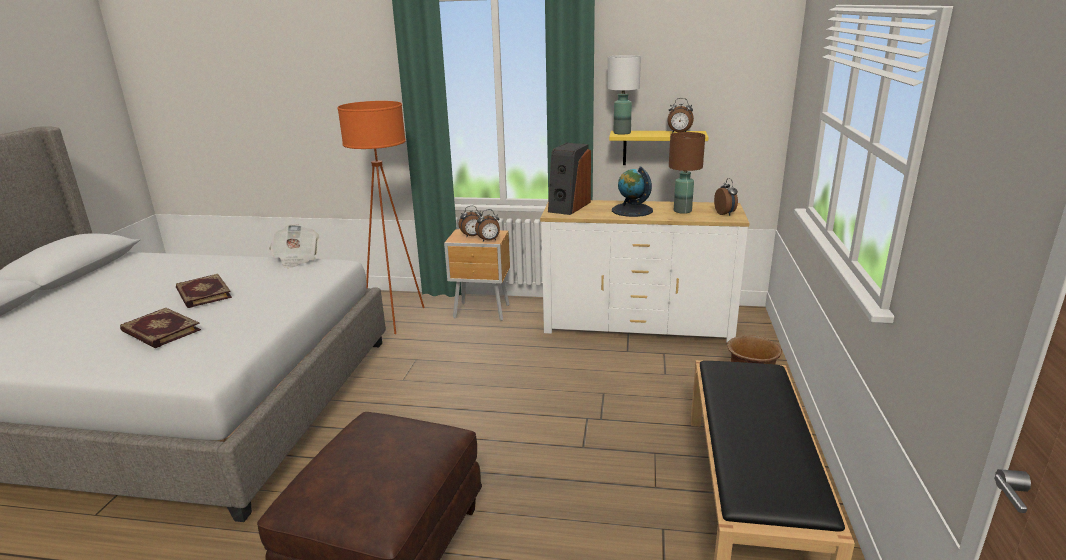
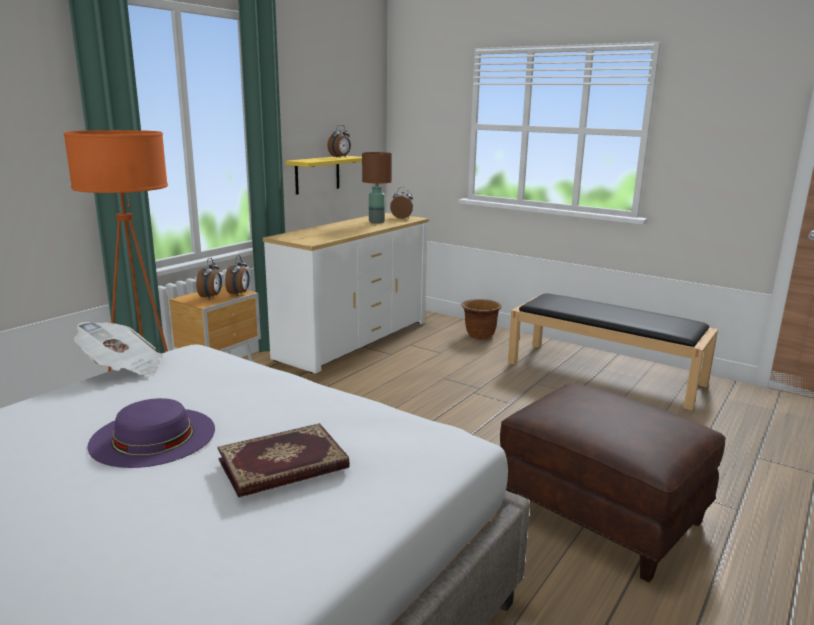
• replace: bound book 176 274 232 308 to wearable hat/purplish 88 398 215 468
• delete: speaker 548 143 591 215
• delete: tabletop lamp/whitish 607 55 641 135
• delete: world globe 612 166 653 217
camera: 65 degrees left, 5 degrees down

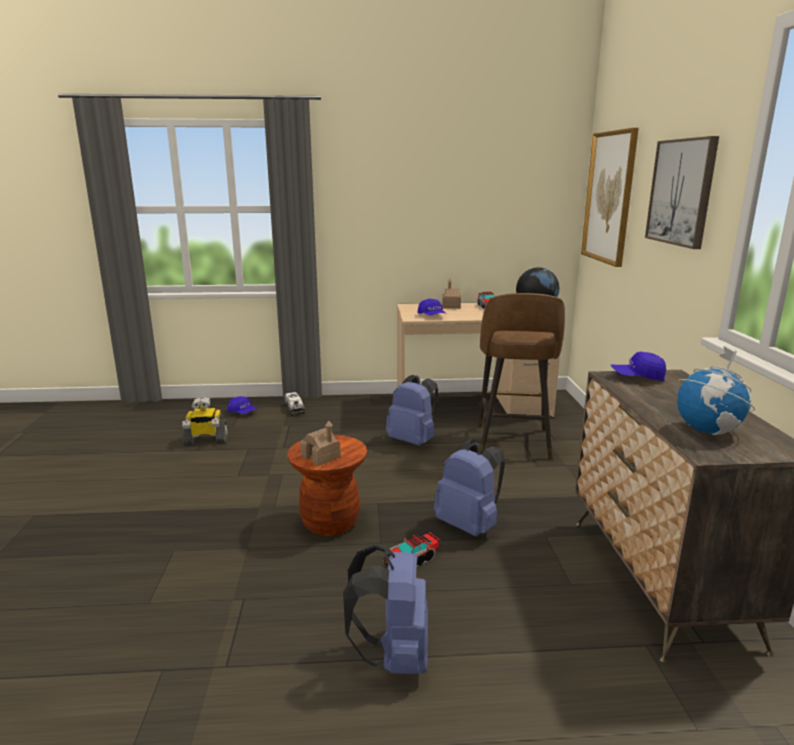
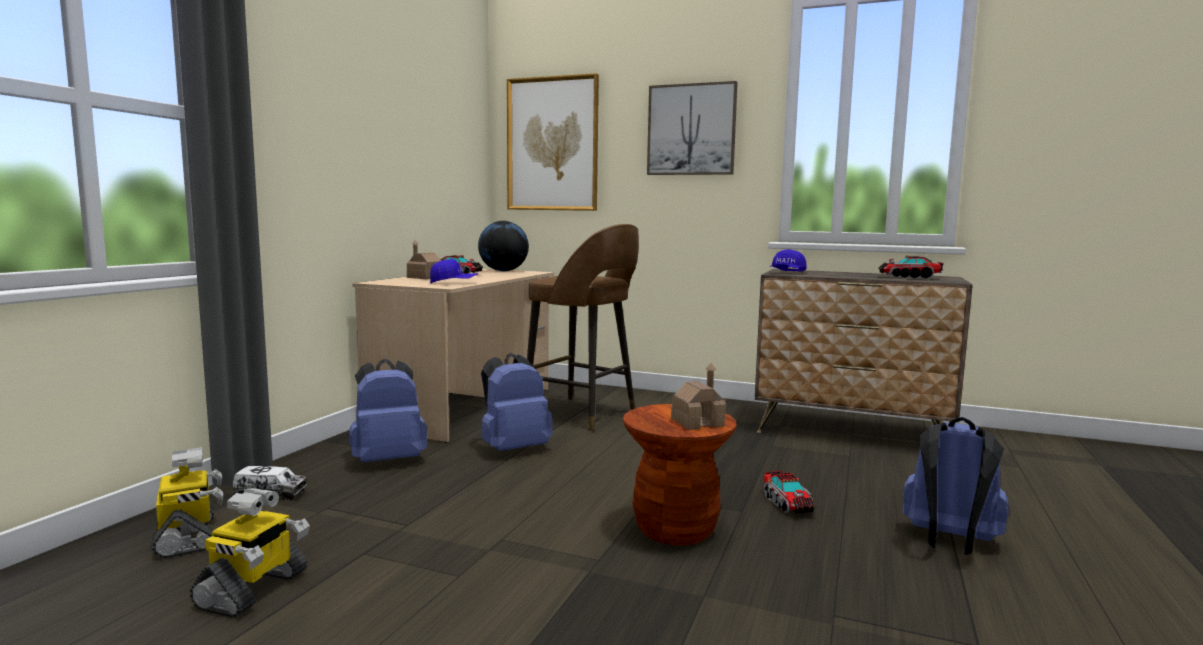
• replace: cap/bluish 228 396 257 414 to robot figure 152 447 223 558
• move: backpack/bluish 434 439 505 536 to 349 359 427 462
• replace: world globe 677 346 755 435 to toy truck 878 256 944 280
camera: 65 degrees left, 10 degrees down

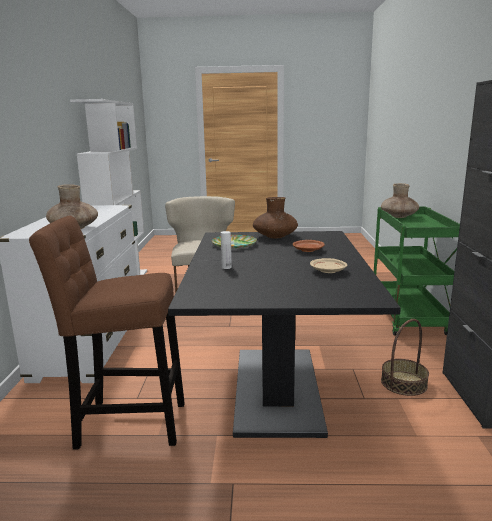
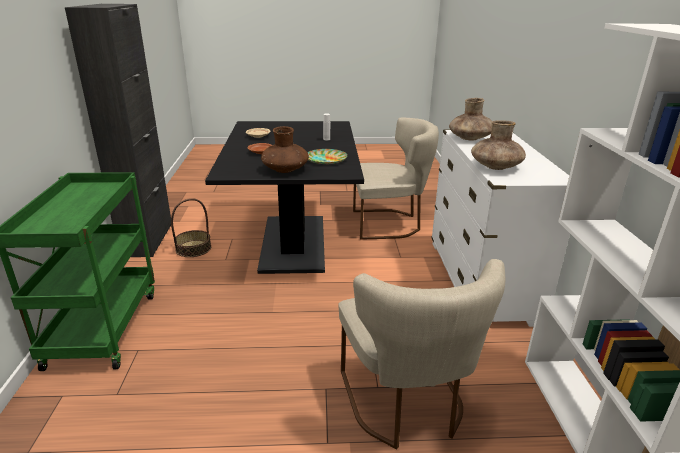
• replace: sitting stool/brown-coloured 29 215 185 450 to upright chair/beige 353 117 439 240
• move: vase/brown-coloured 381 183 419 218 to 471 120 526 170
camera: 175 degrees right, 10 degrees up

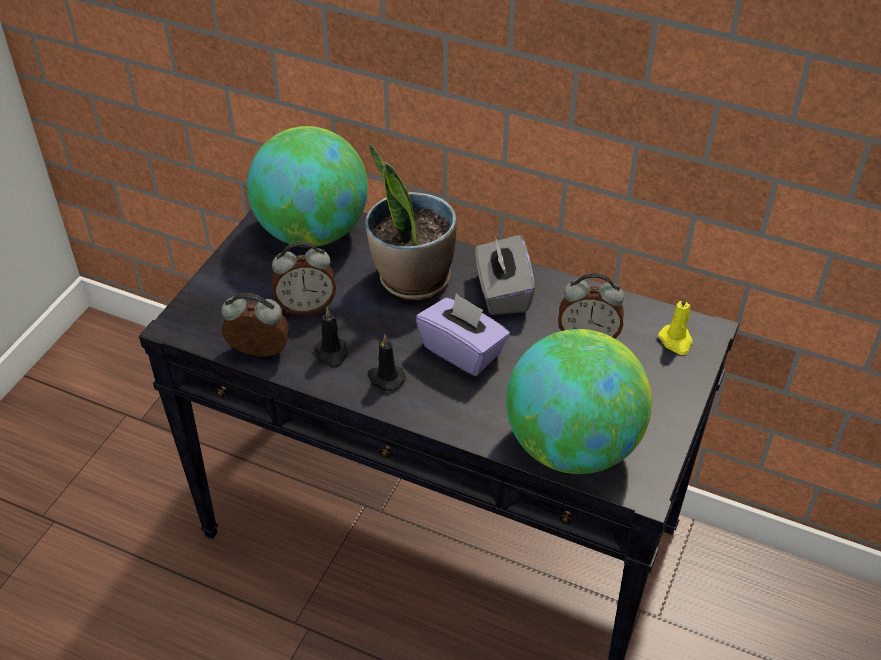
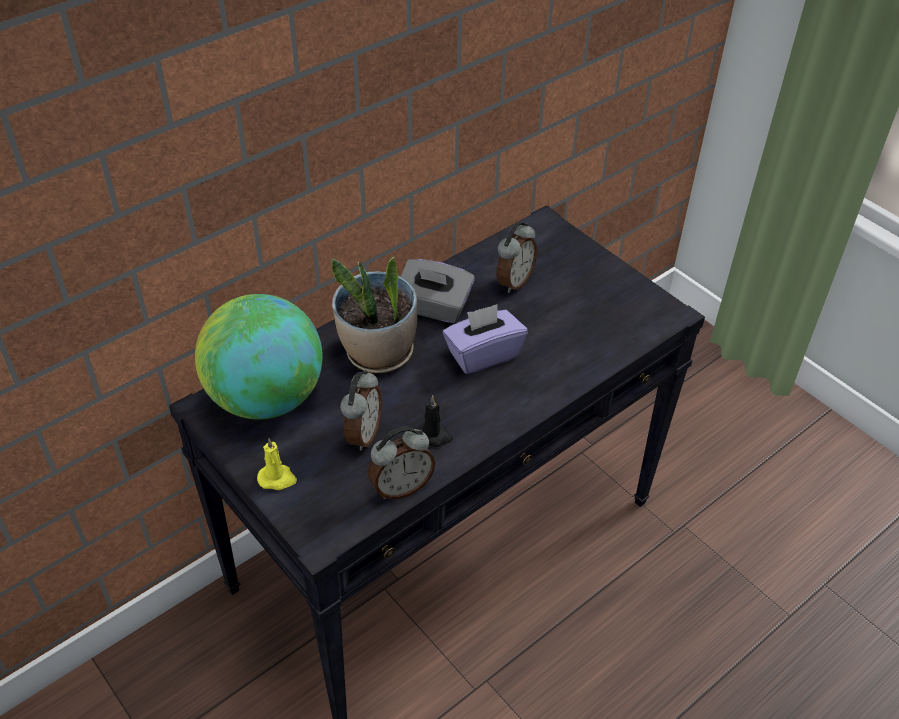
• rotate: bedside clock 221 293 290 356 = 368 427 435 499 150 degrees counterclockwise
• delete: wax candle/blackish 368 334 406 391
• delete: world globe 506 329 652 474
• move: wax candle/yellowish 658 295 693 355 to 257 438 297 490
camera: 65 degrees left, 0 degrees up

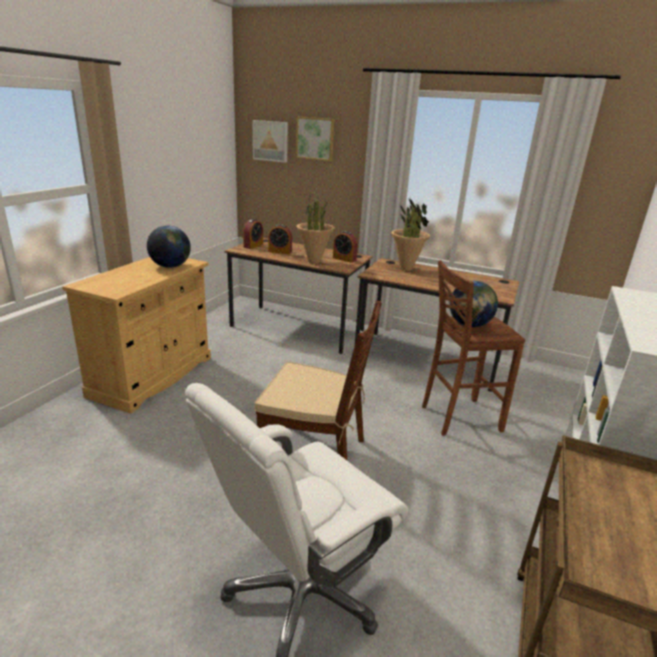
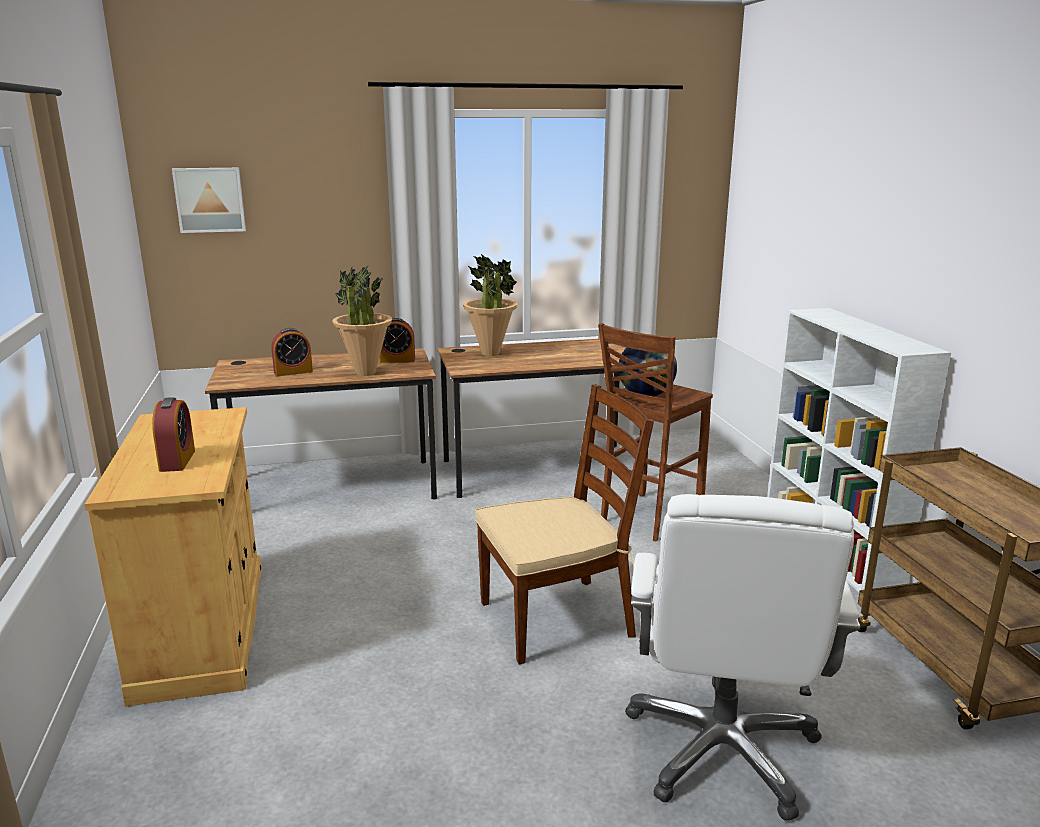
• delete: world globe 147 226 191 268
• move: bedside clock 243 219 263 249 to 152 397 195 472
• delete: picture 296 117 334 161
camera: 35 degrees left, 5 degrees down

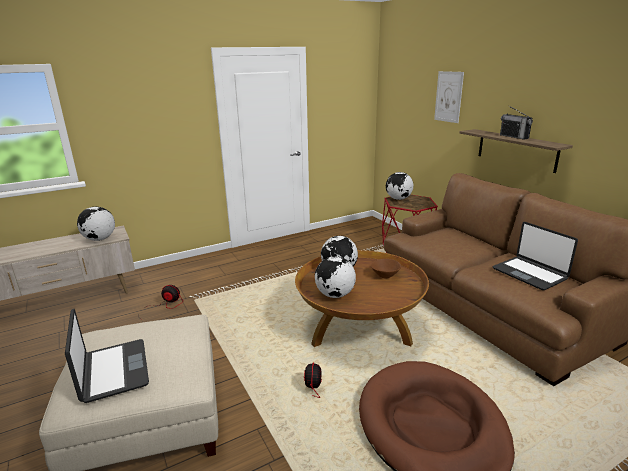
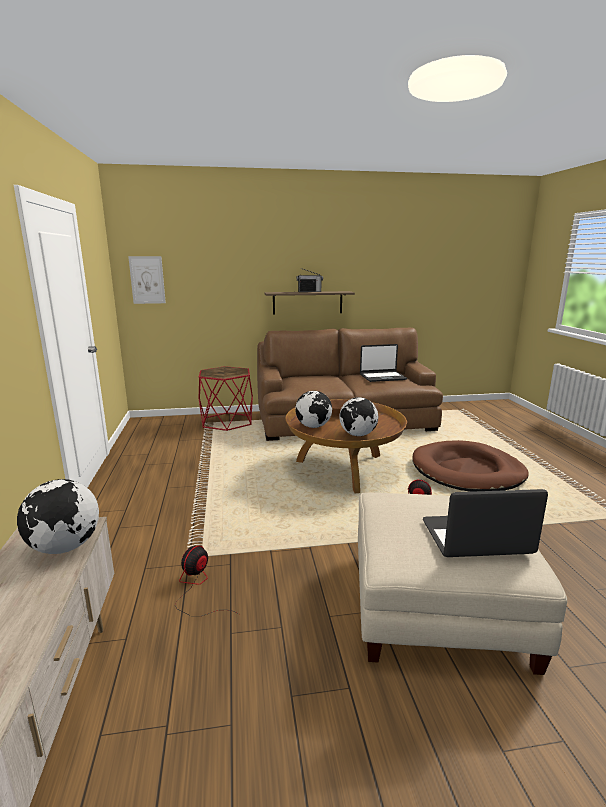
• delete: world globe 386 172 413 200
• move: picture 434 71 464 123 to 128 256 166 304
camera: 70 degrees left, 5 degrees down

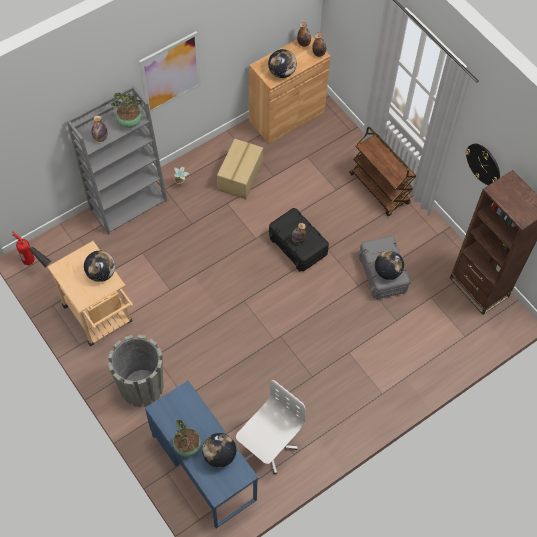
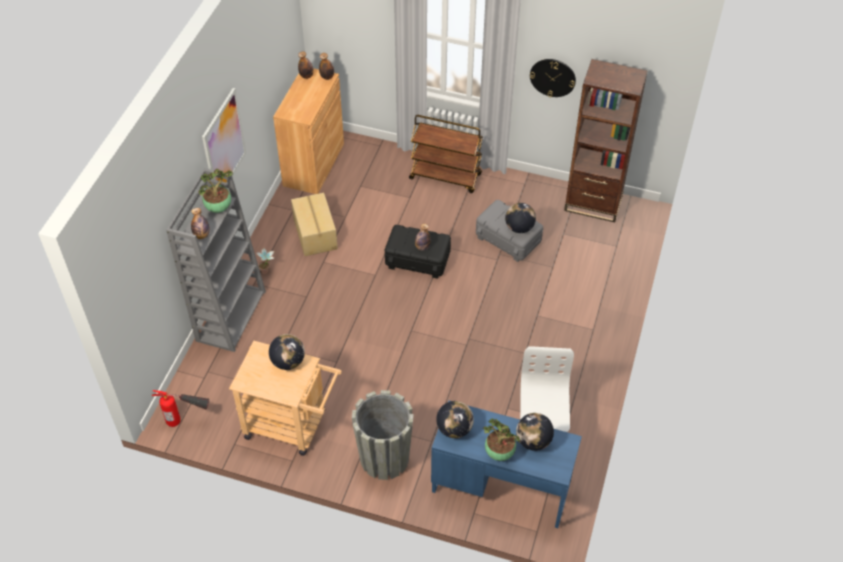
• move: world globe 268 49 297 78 to 436 401 474 438
camera: 35 degrees left, 10 degrees down

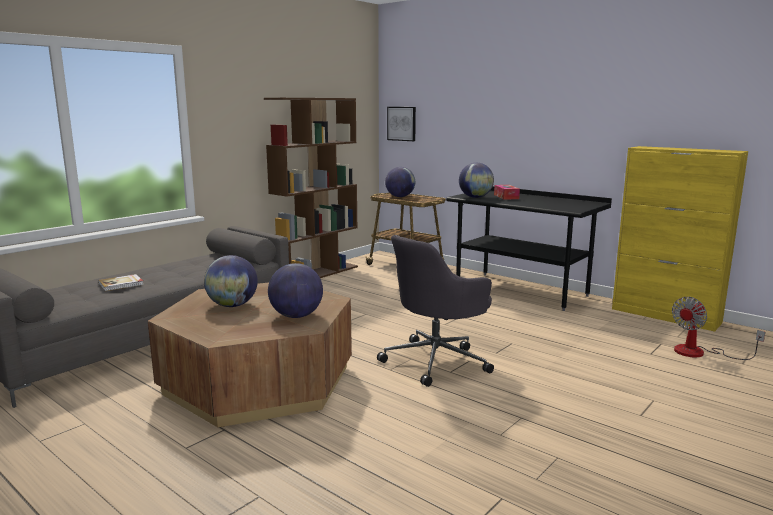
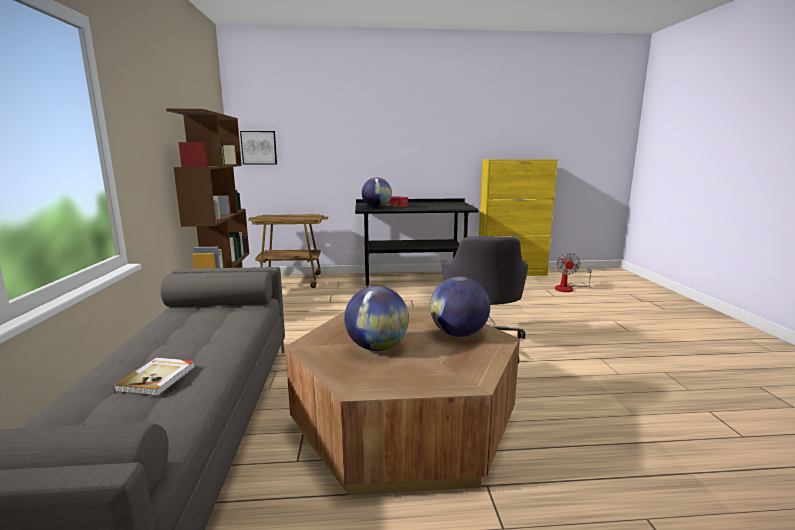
• delete: world globe 385 167 415 197
camera: 45 degrees left, 0 degrees up

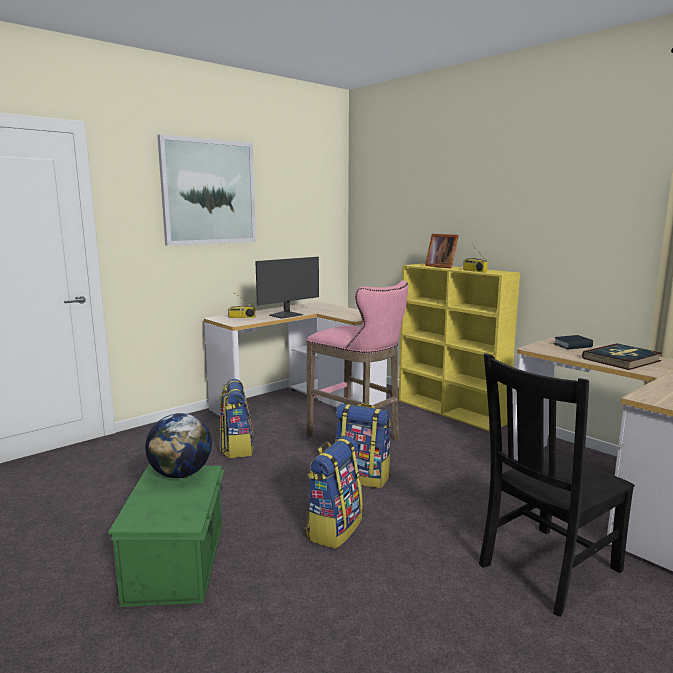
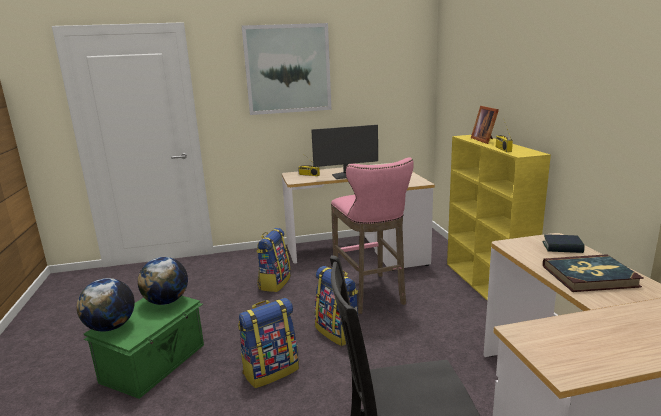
• insert: world globe 77 278 135 332
camera: 30 degrees right, 5 degrees up

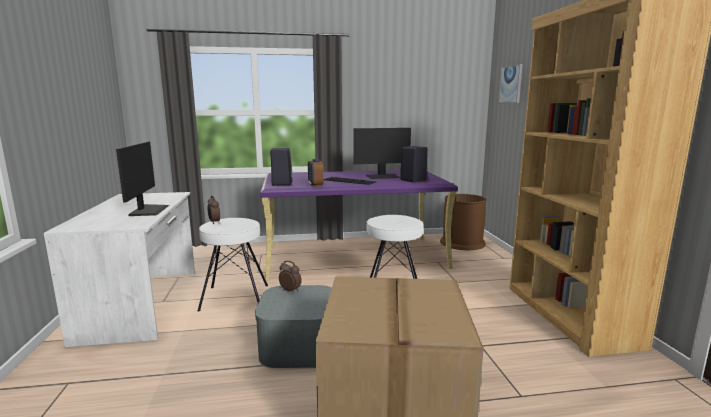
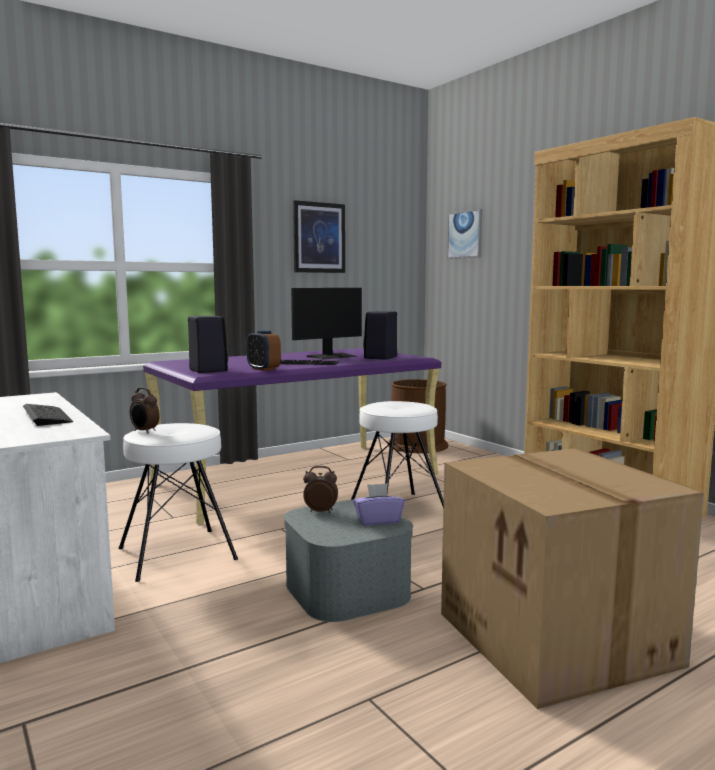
• replace: computer screen 116 141 169 216 to keyboard 23 404 73 426
• insert: picture 293 200 345 273
• insert: tissue holder/purplish 353 483 405 525
camera: 25 degrees left, 5 degrees down

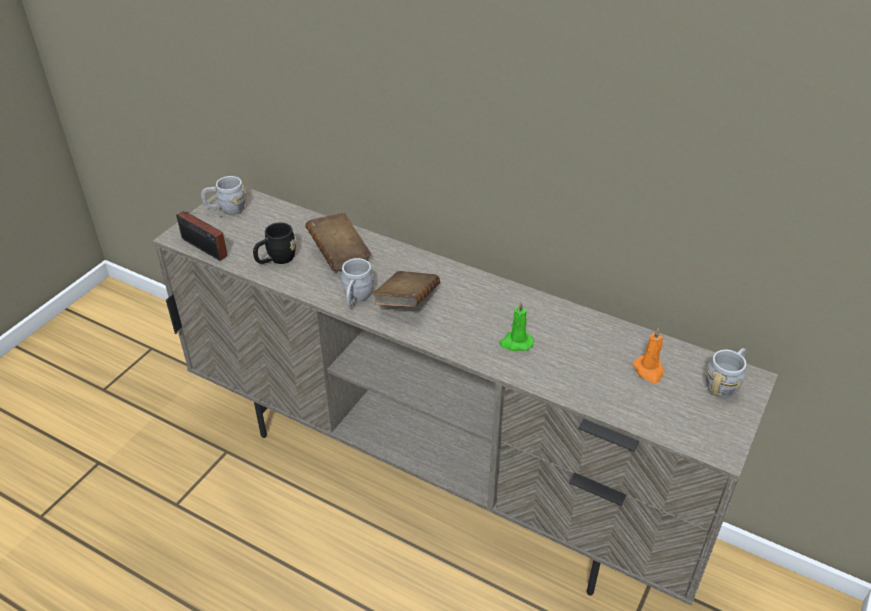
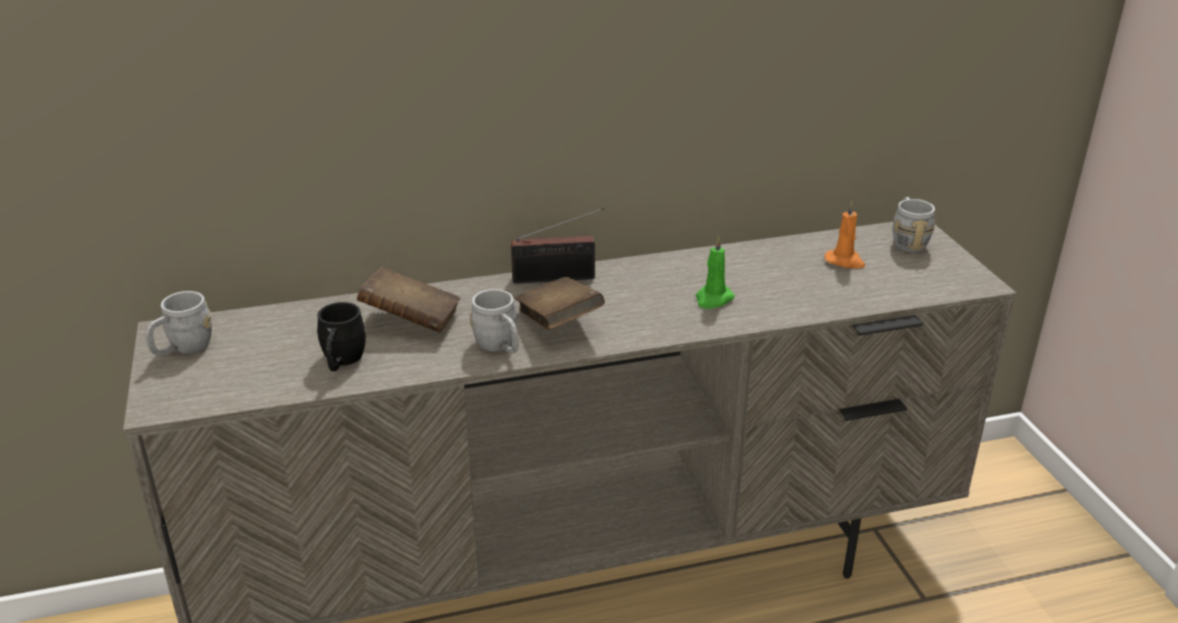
• move: radio receiver 176 211 228 261 to 511 208 604 283
camera: 45 degrees left, 10 degrees down

